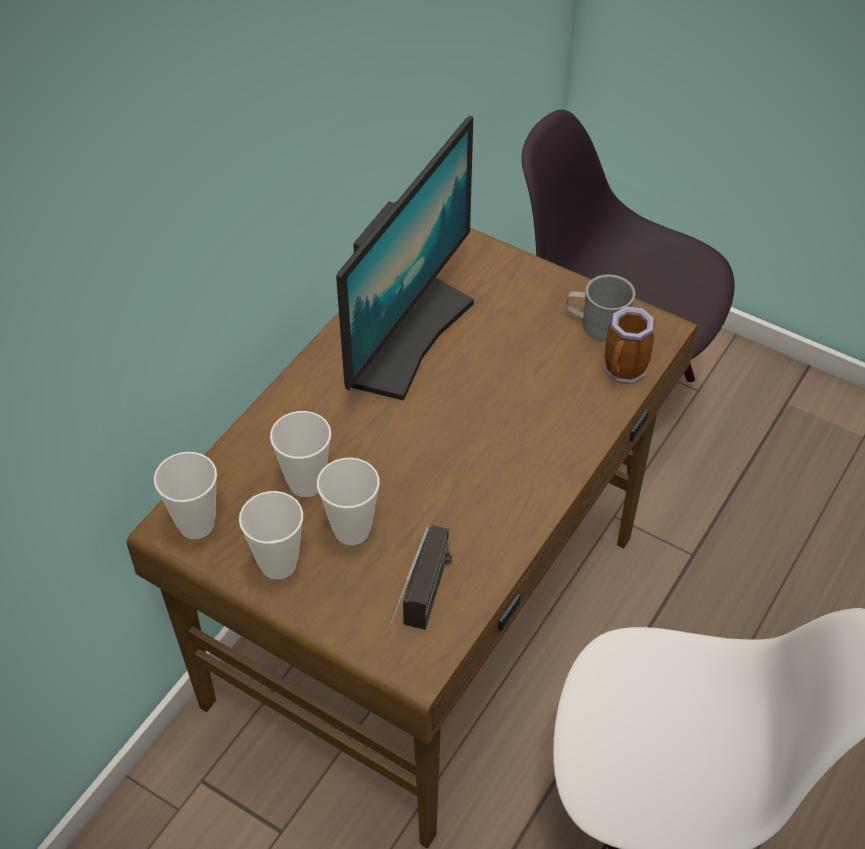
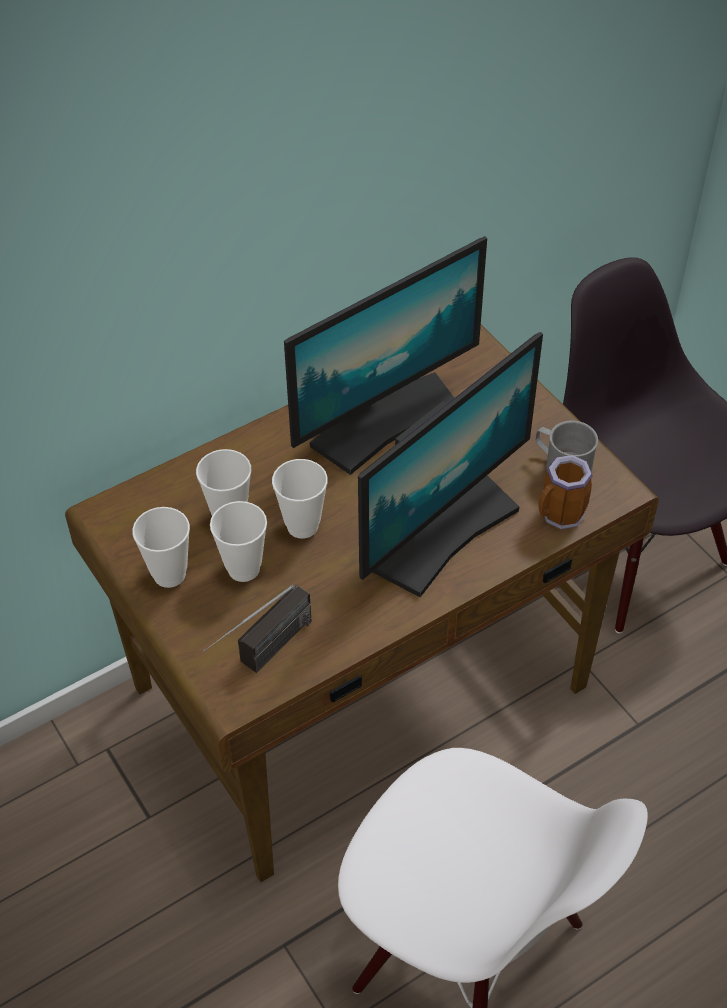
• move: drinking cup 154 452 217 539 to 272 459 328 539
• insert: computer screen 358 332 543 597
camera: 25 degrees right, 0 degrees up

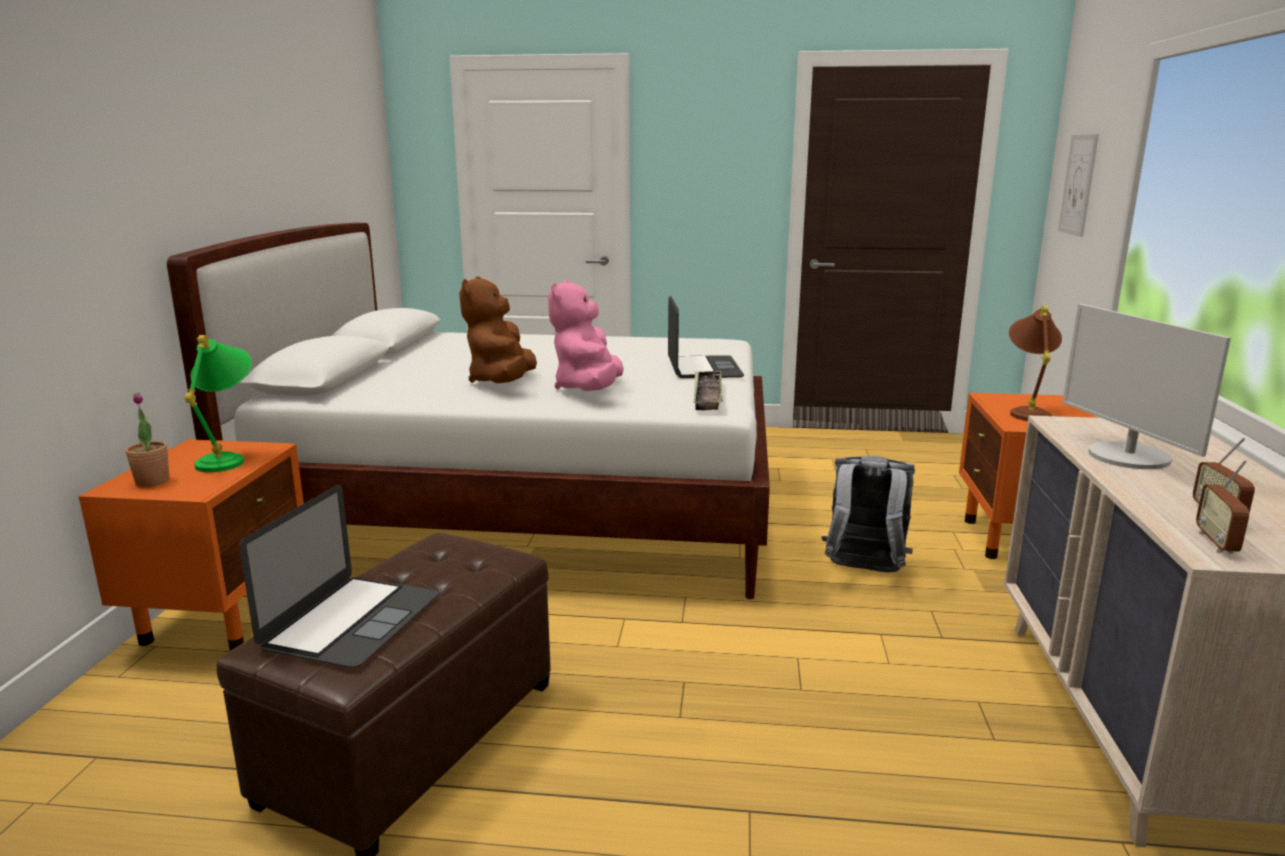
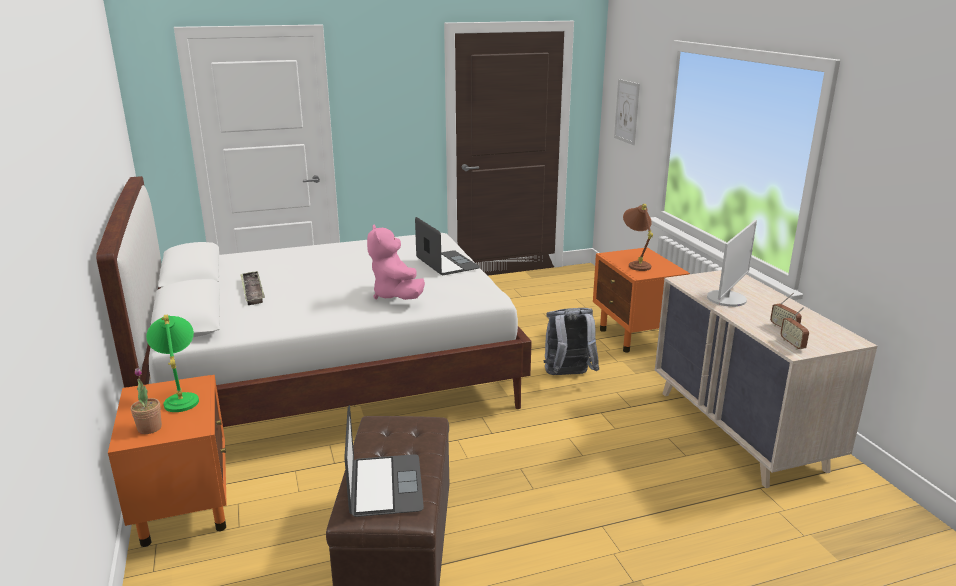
• delete: soft toy/brown-coloured 459 276 537 383
• move: carrying tray 693 371 723 410 to 240 271 265 305
• rotate: computer screen 1063 304 1231 469 = 707 220 757 307 105 degrees counterclockwise
camera: 25 degrees left, 5 degrees up

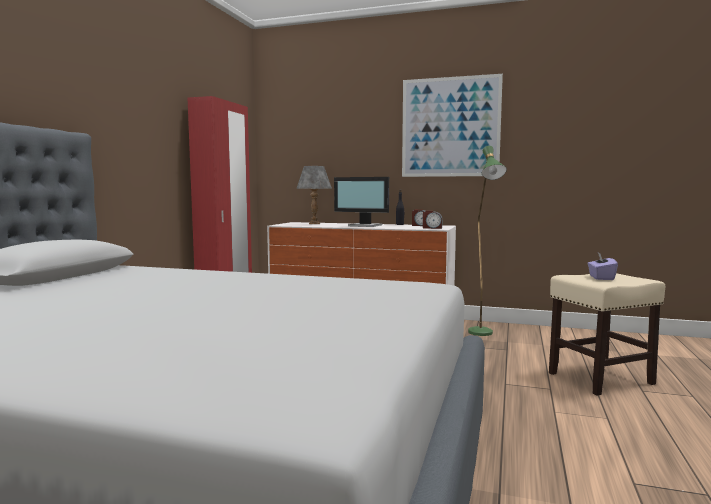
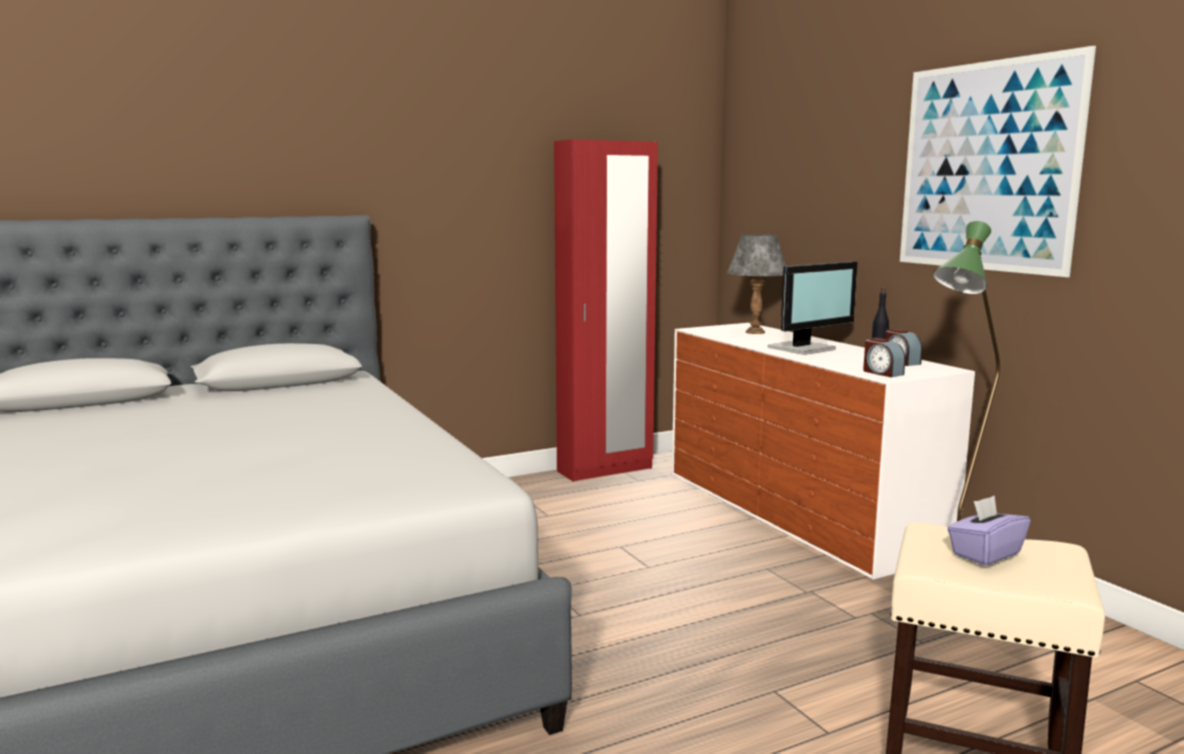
• rotate: computer screen 334 177 389 227 = 768 261 858 355 105 degrees counterclockwise
camera: 45 degrees right, 5 degrees up

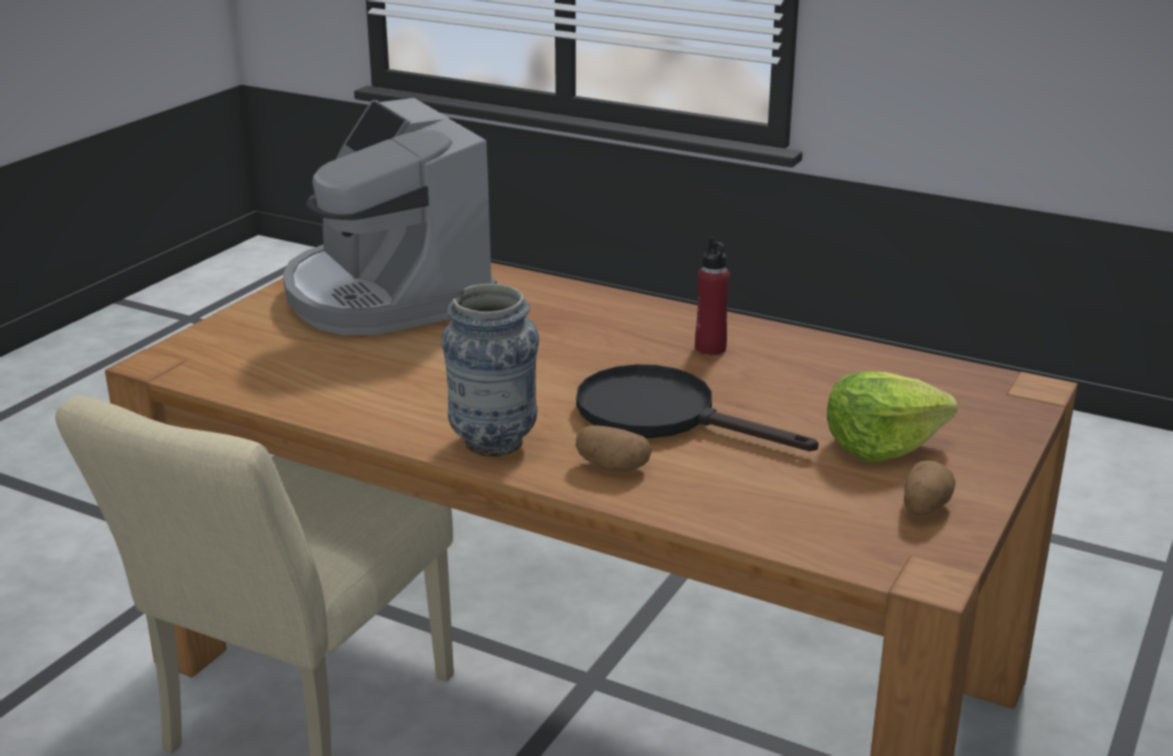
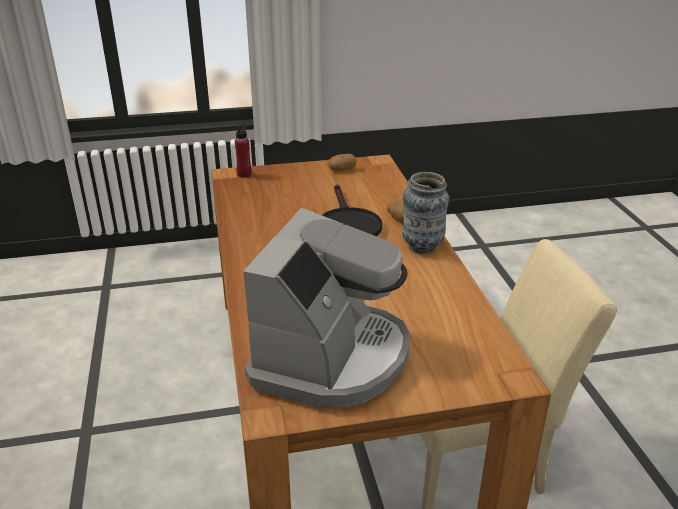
• move: drink bottle/red-coloured 695 237 730 355 to 235 123 252 178
• delete: lettuce head 827 371 957 461
camera: 130 degrees left, 5 degrees up

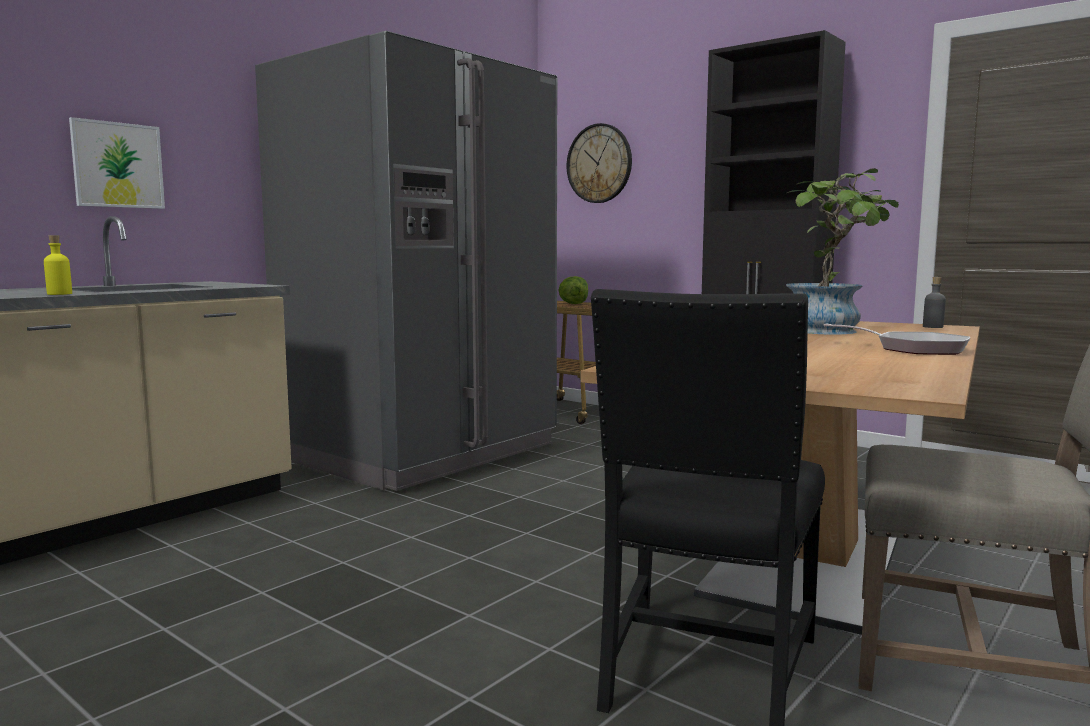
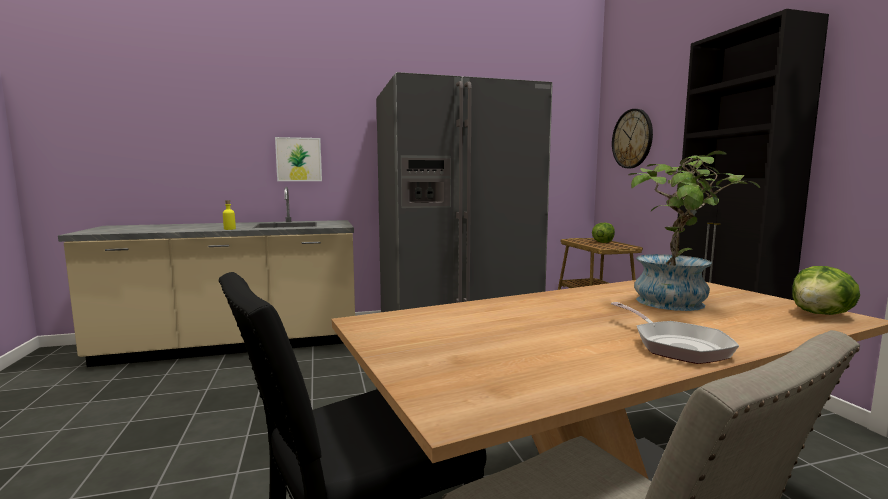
• replace: drink bottle/gray 923 277 946 328 to lettuce head 792 266 860 315
camera: 35 degrees right, 0 degrees up

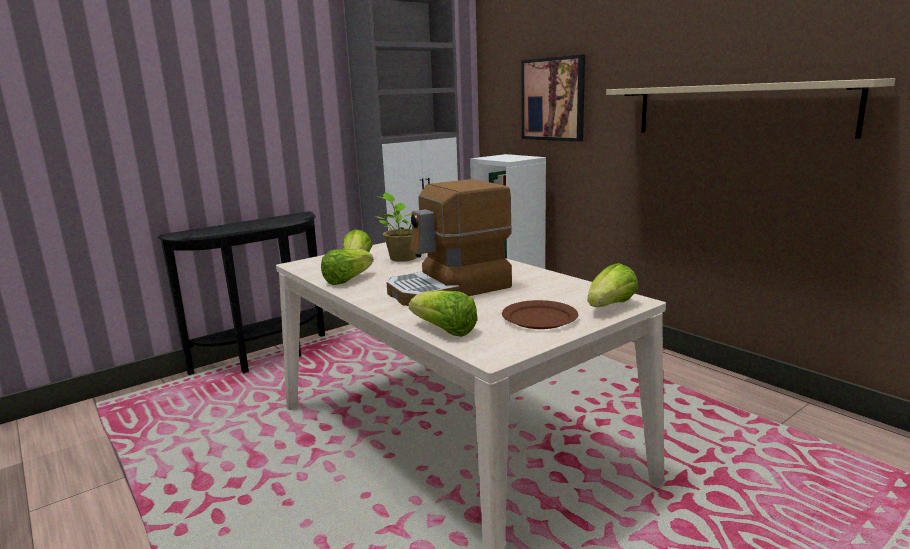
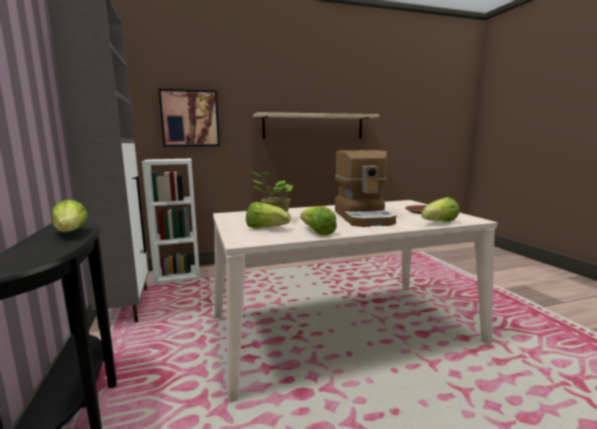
• move: lettuce head 587 263 638 307 to 52 200 88 232
camera: 70 degrees left, 5 degrees down

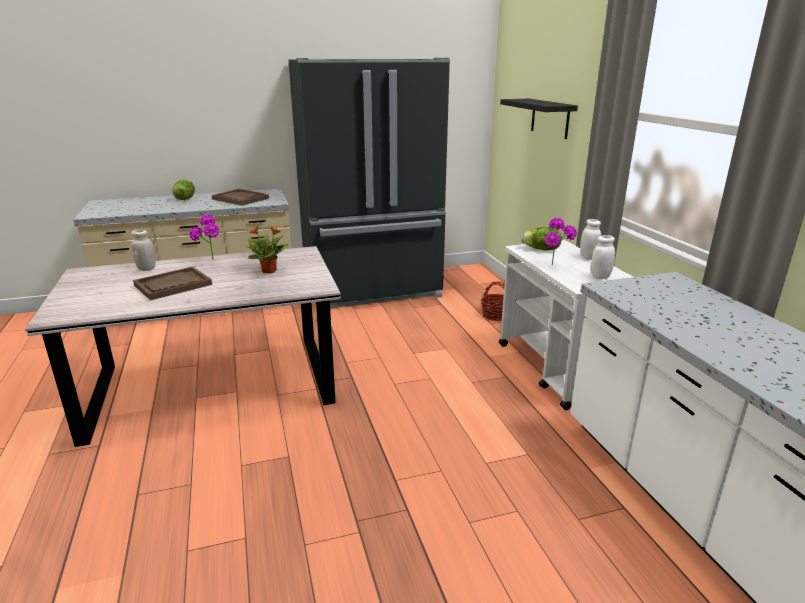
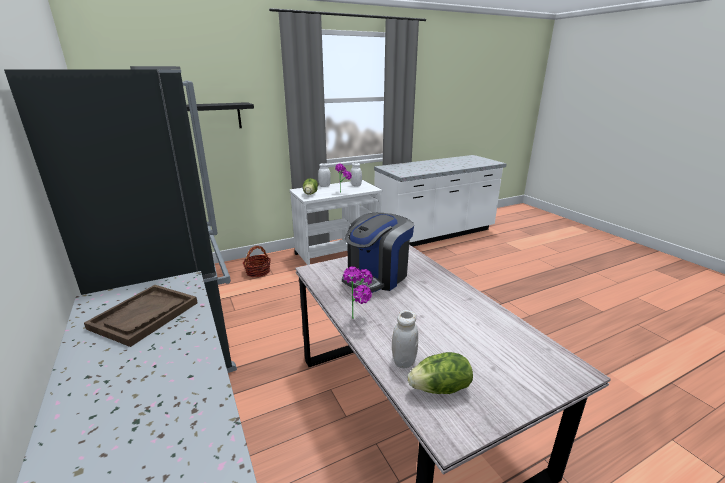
• delete: carrying tray/brown-coloured 133 267 212 301
• move: lettuce head 172 180 195 200 to 408 352 473 394
• replace: potted plant 245 225 288 274 to coffee brewer 342 213 414 293
camera: 100 degrees left, 0 degrees up

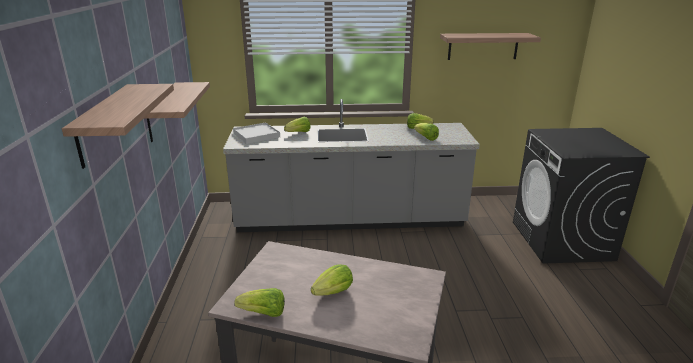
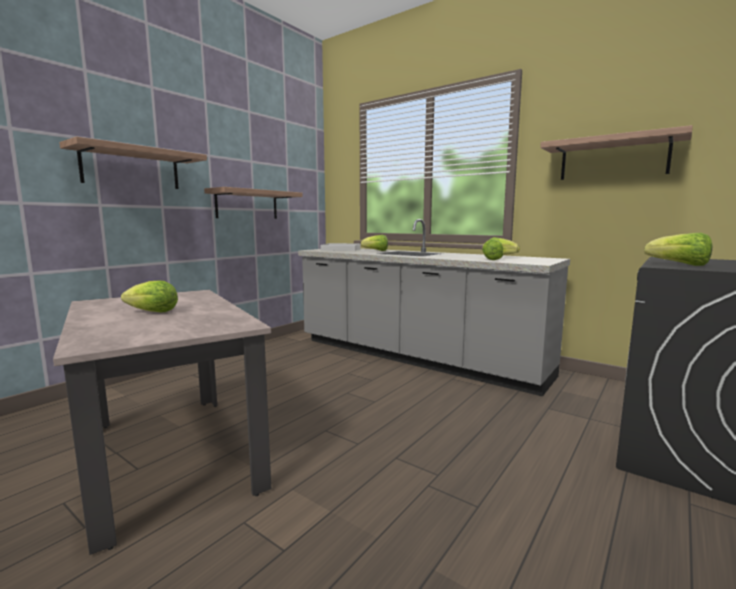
• move: lettuce head 235 288 285 317 to 645 233 712 266
camera: 40 degrees right, 15 degrees down

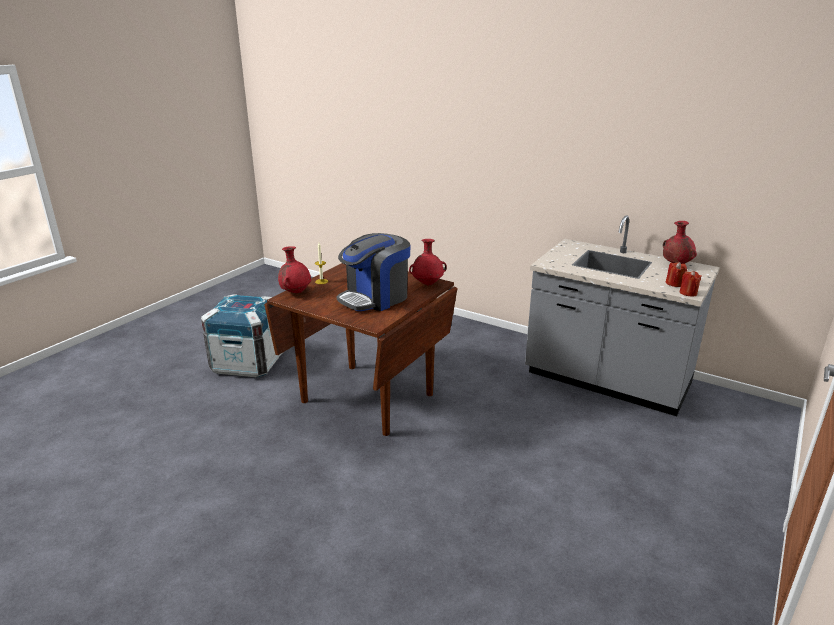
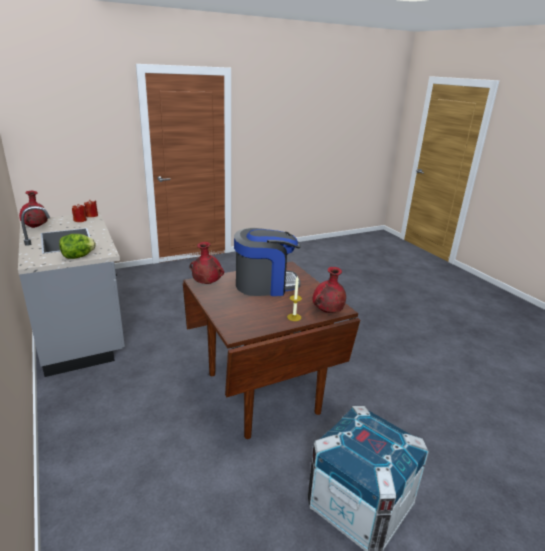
• insert: lettuce head 59 234 96 259
camera: 150 degrees left, 0 degrees up

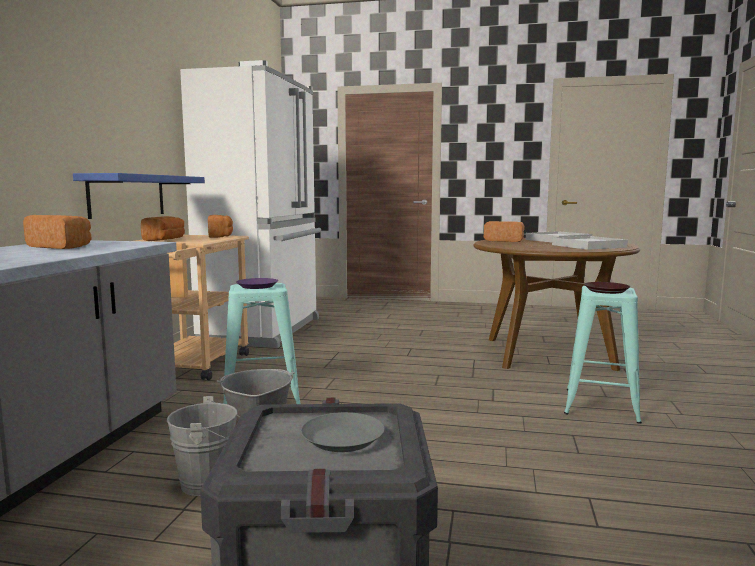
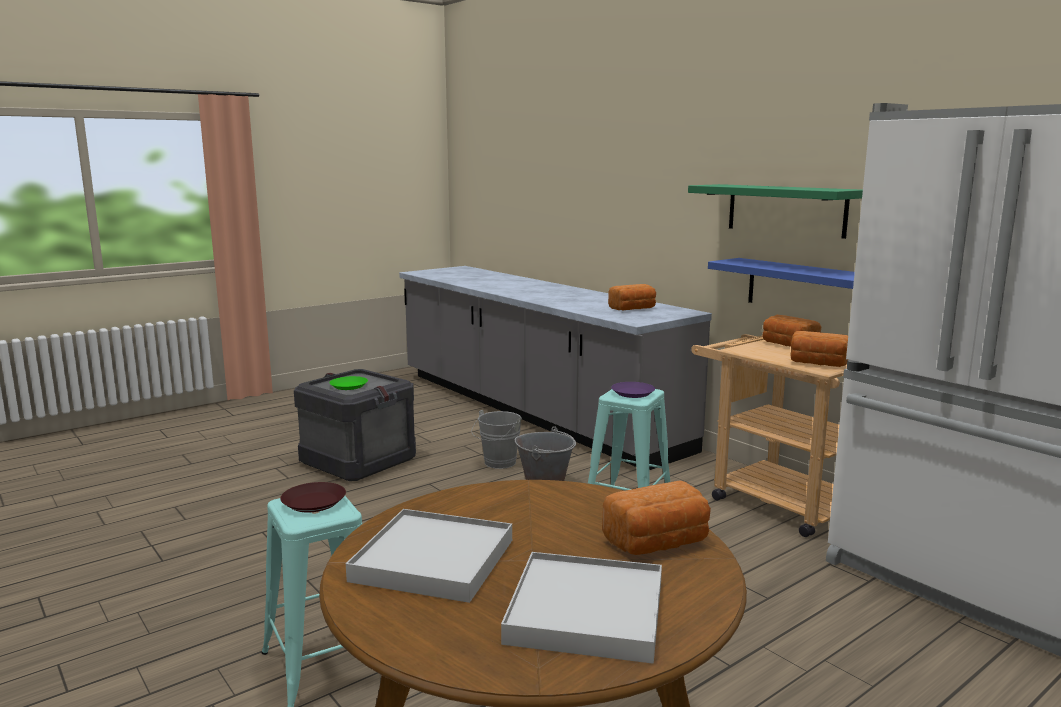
• recolor: dinner plate/gray 301 412 385 452 to dinner plate/green 329 376 368 390
• insert: wall shelf/green 688 184 863 239
camera: 130 degrees right, 5 degrees up

